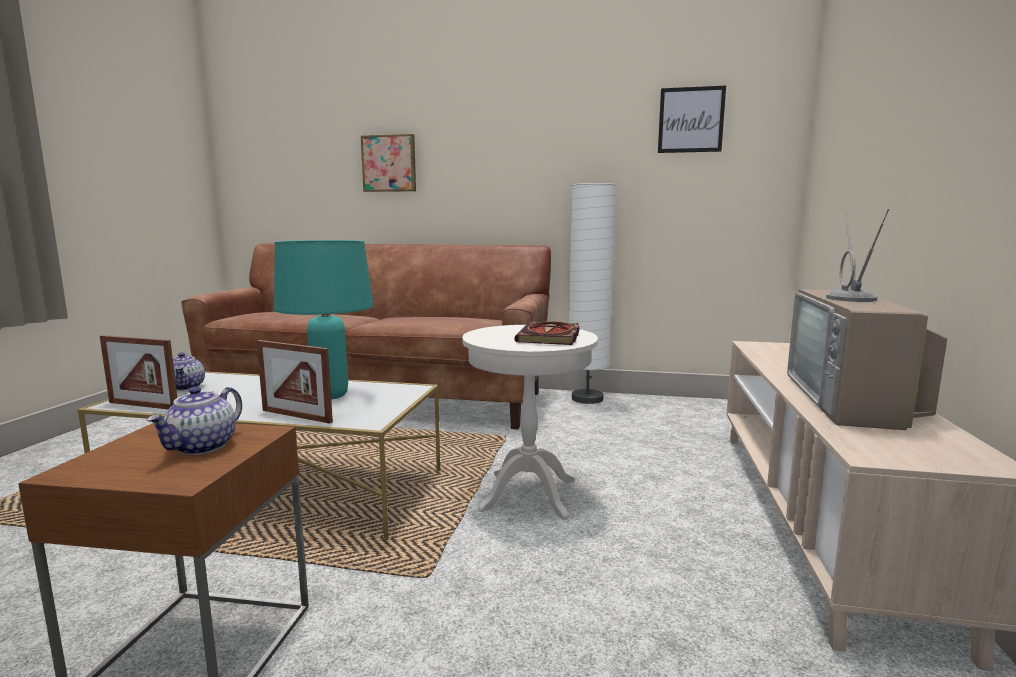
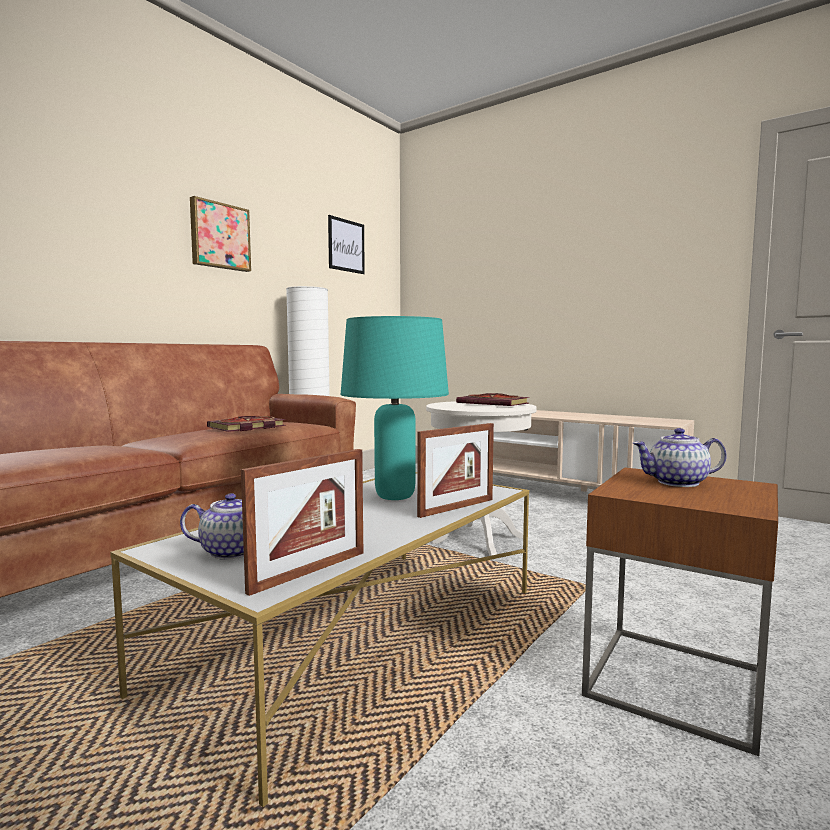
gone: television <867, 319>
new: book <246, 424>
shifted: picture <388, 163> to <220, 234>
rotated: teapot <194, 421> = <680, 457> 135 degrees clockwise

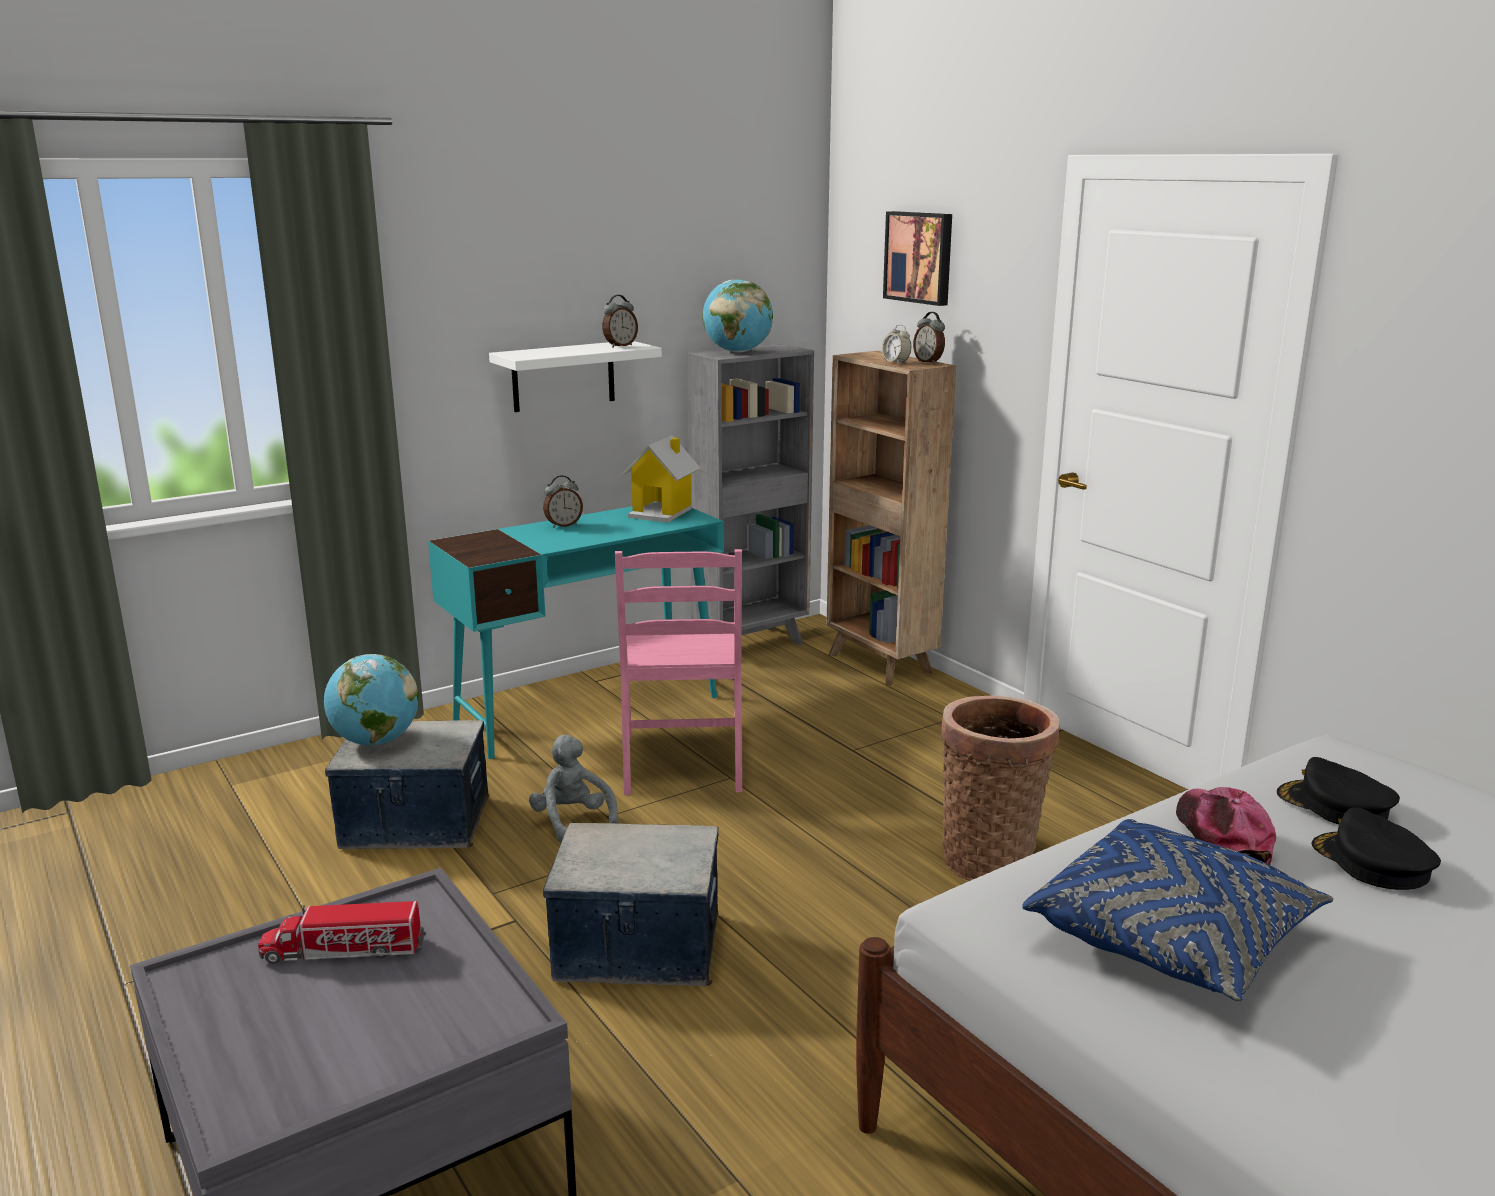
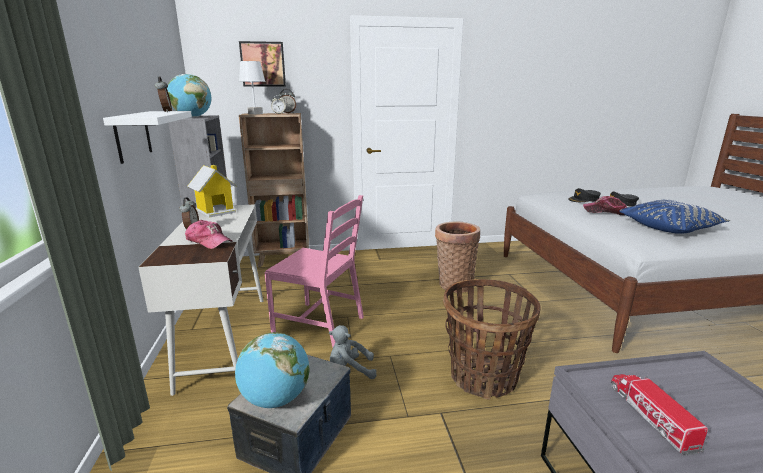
new: cap <209, 234>; table lamp (white) <252, 88>
swapped: storage box <630, 904> to basket <492, 339>
repainted: desk (turquoise) <576, 633> to desk (white) <200, 300>
rotated: toy truck <342, 932> = <659, 414> 150 degrees clockwise

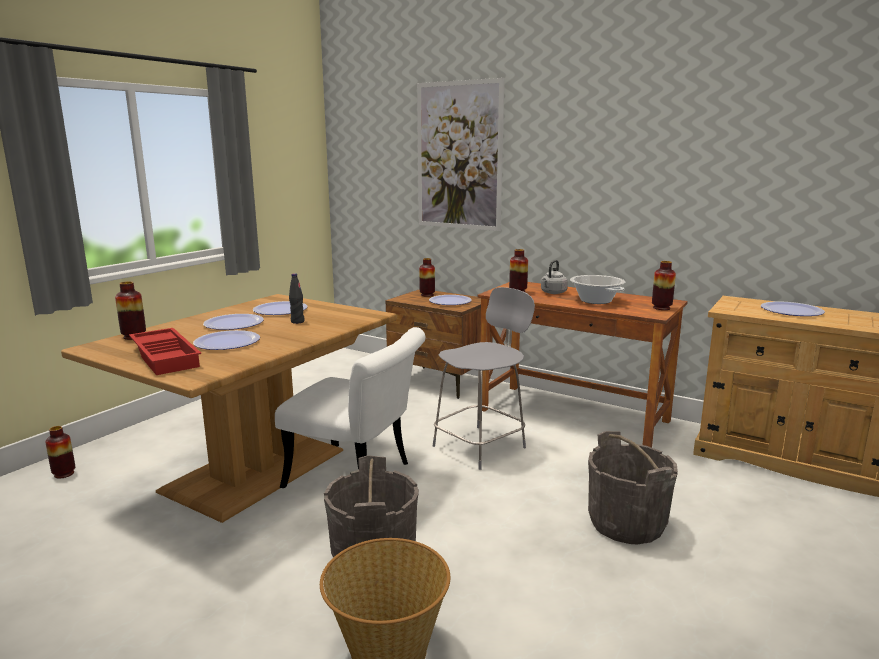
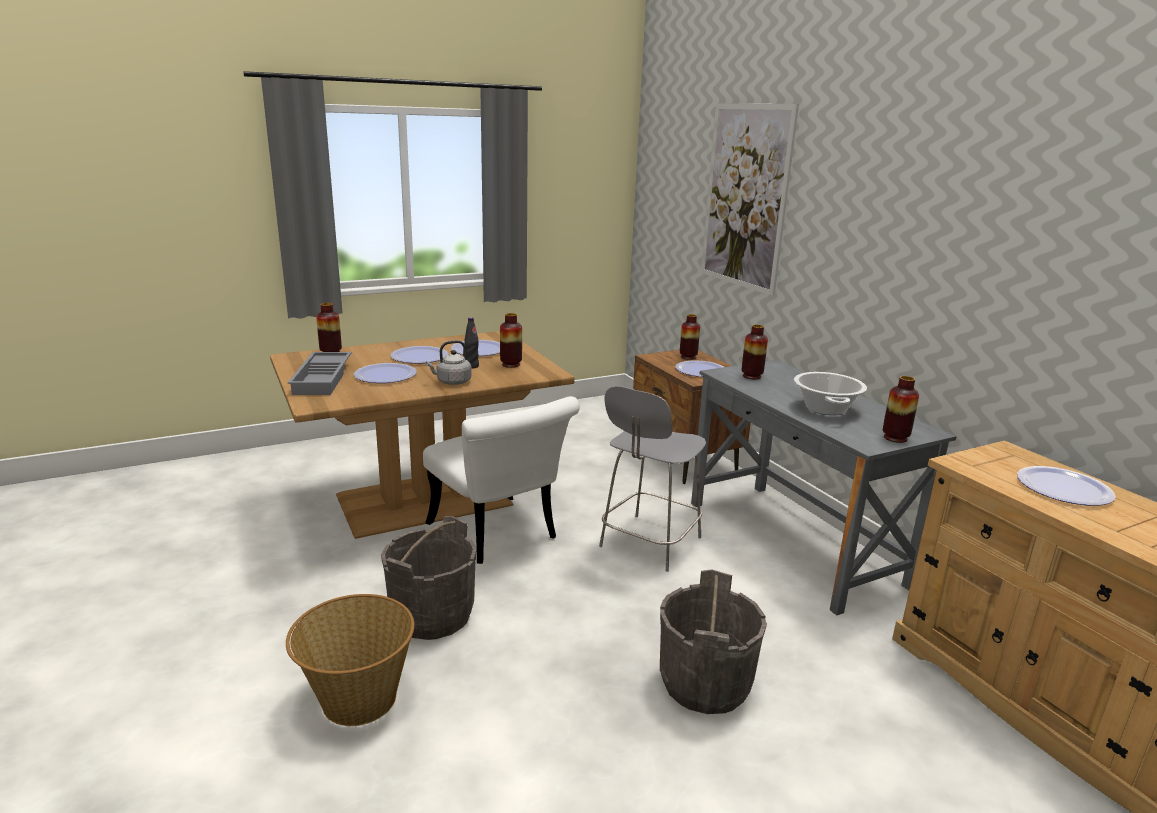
shifted: kettle (grey) <554, 277> to <449, 362>; vase <60, 452> to <511, 340>
repainted: tray (red) <165, 351> to tray (grey) <319, 373>; desk (brown) <582, 365> to desk (grey) <824, 487>
rotated: chair (grey) <484, 378> = <652, 479> 135 degrees clockwise

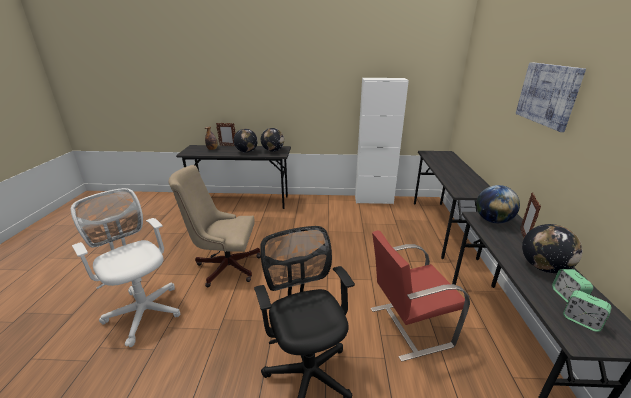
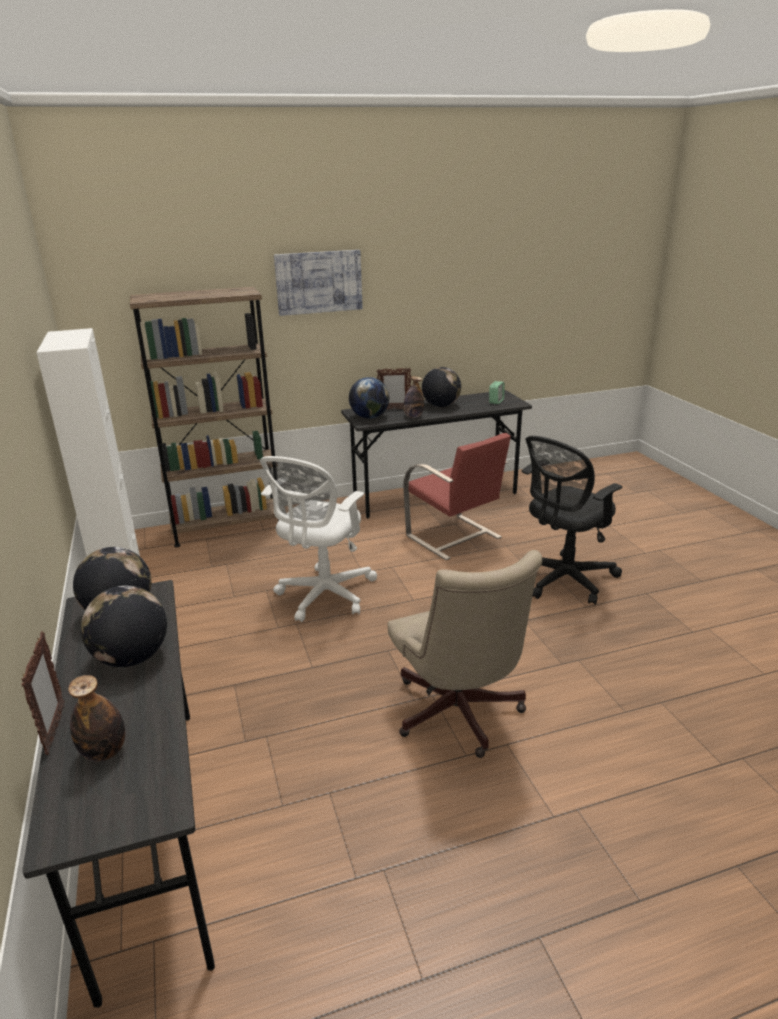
gone: alarm clock <572, 286>
new: bottle <413, 397>
shifted: office chair (white) <125, 267> to <318, 539>
swapped: desk (grey) <452, 205> to bookcase (brown) <204, 417>

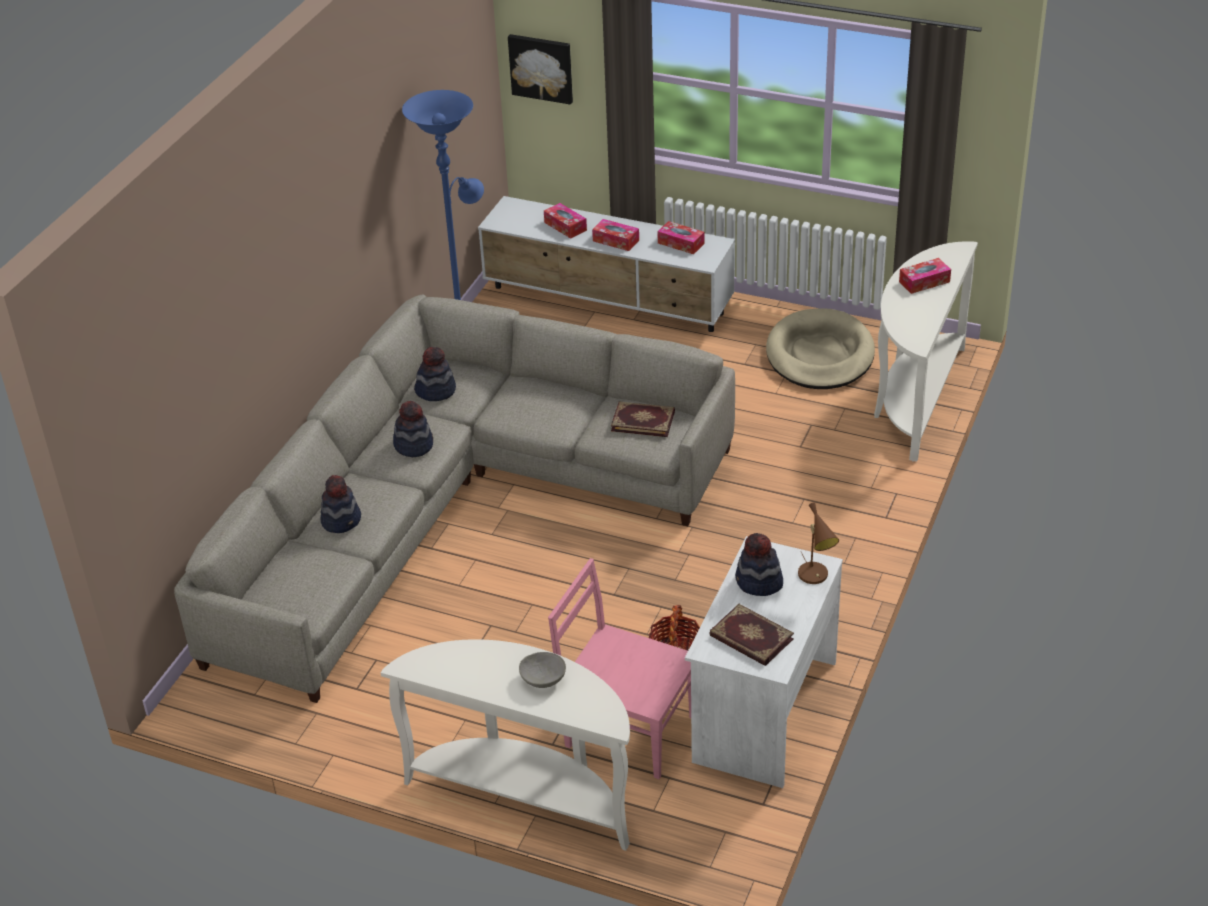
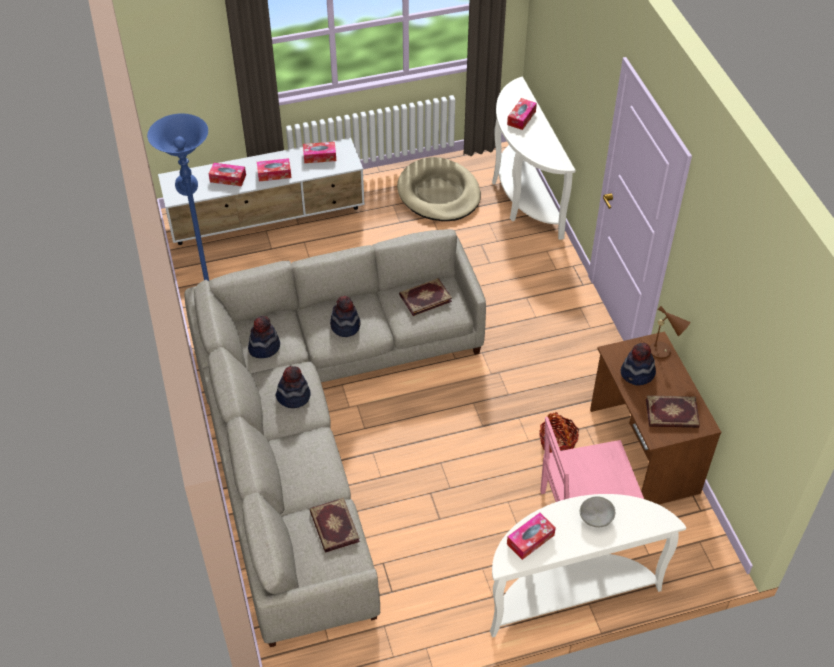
gone: picture <540, 69>
new: book <335, 525>; tissue box <531, 536>
shifted: hat <341, 504> to <345, 316>
repainted: desk (white) <764, 662> to desk (brown) <655, 418>

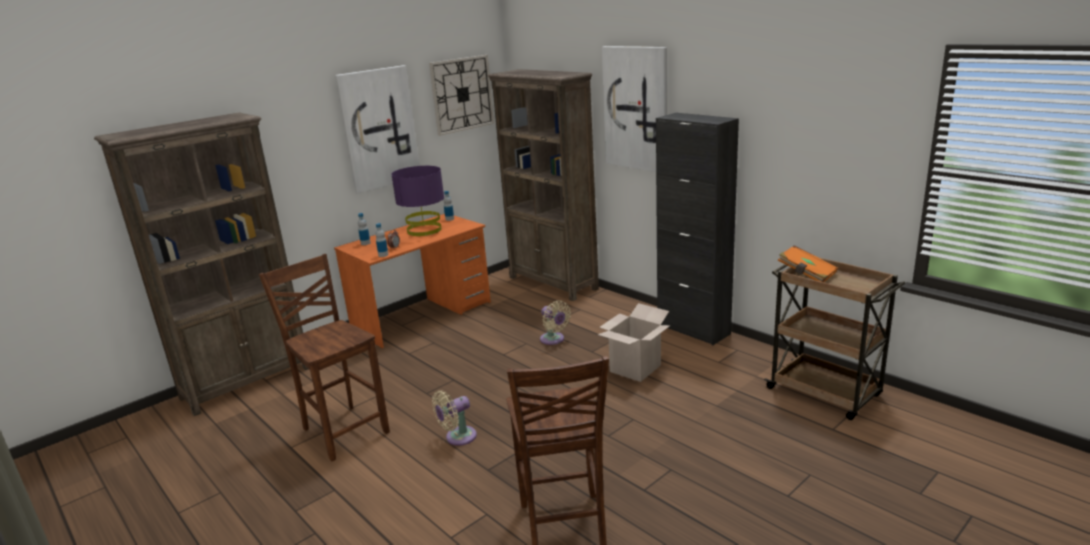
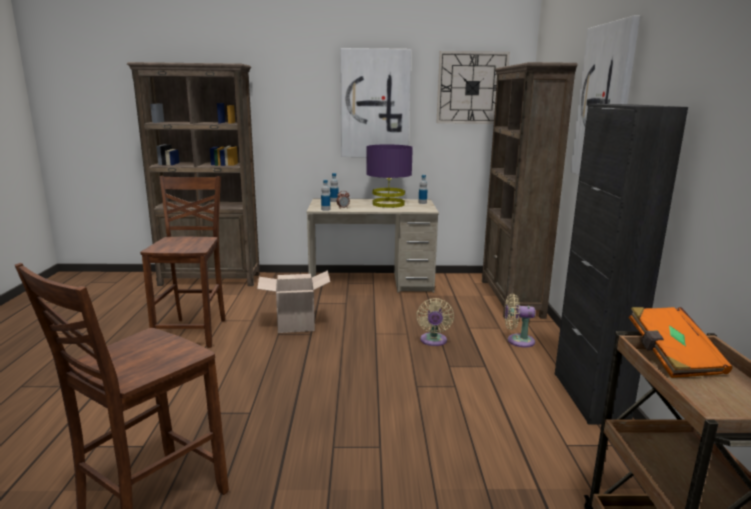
shifted: cardboard box <634, 342> to <293, 301>; fan (beige) <454, 418> to <520, 320>
repainted: desk (orange) <412, 281> to desk (beige) <372, 245>

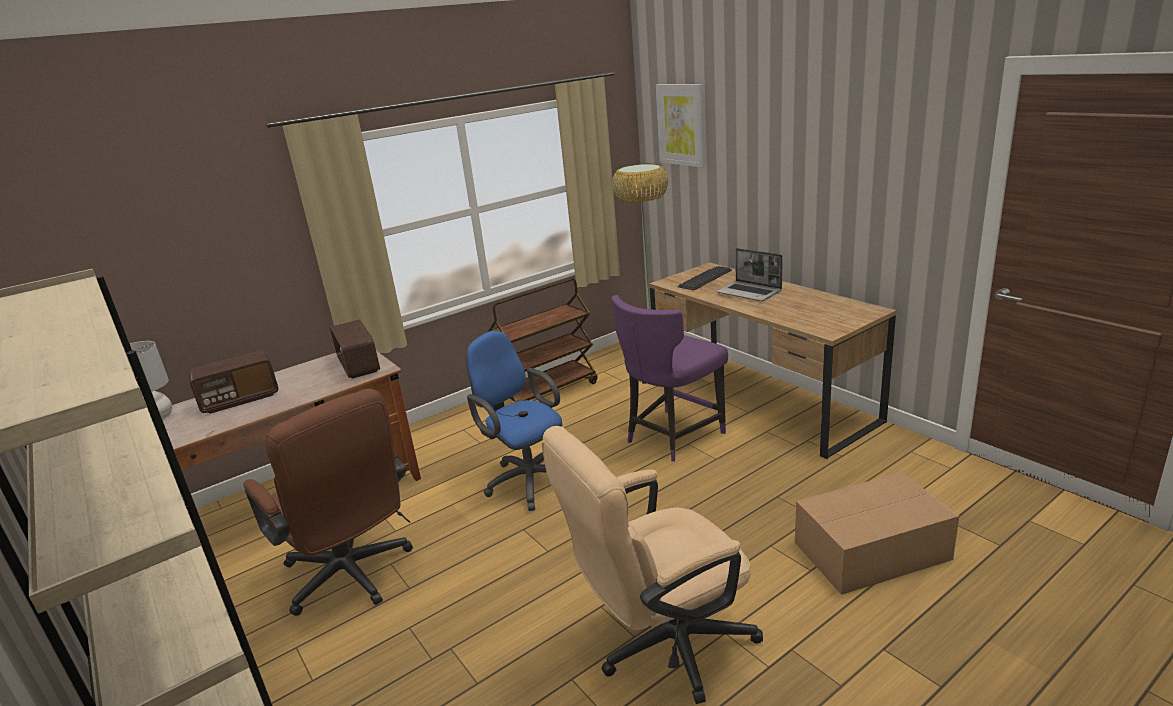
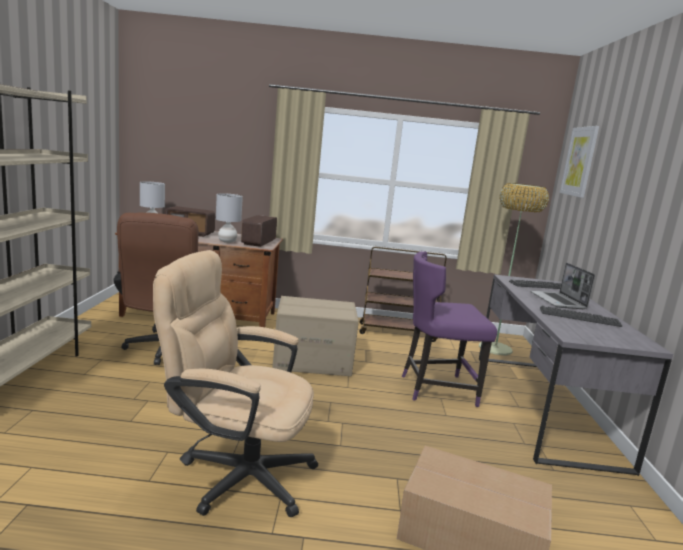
new: table lamp (grey) <229, 218>; keyboard <581, 316>
swapped: office chair (blue) <514, 420> to cardboard box <315, 336>
repainted: desk (brown) <772, 360> to desk (grey) <576, 375>

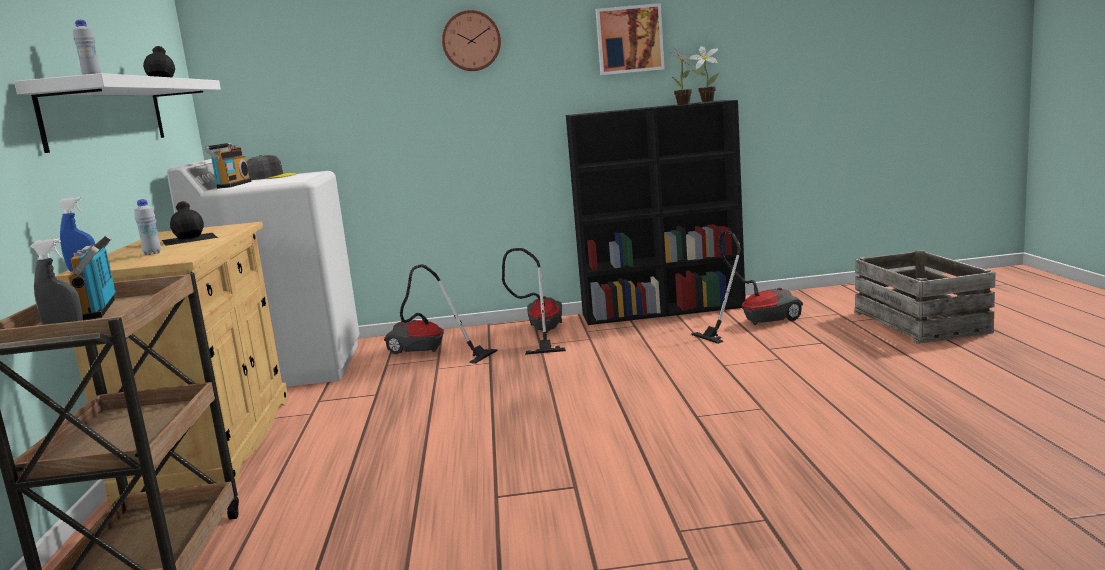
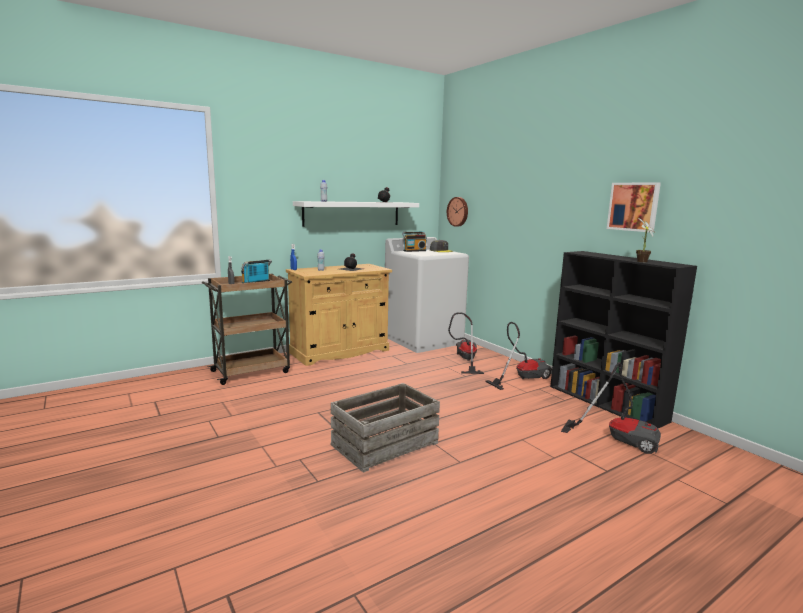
gone: potted plant <704, 74>
shifted: crate <925, 297> to <385, 428>; wall clock <471, 40> to <457, 212>

